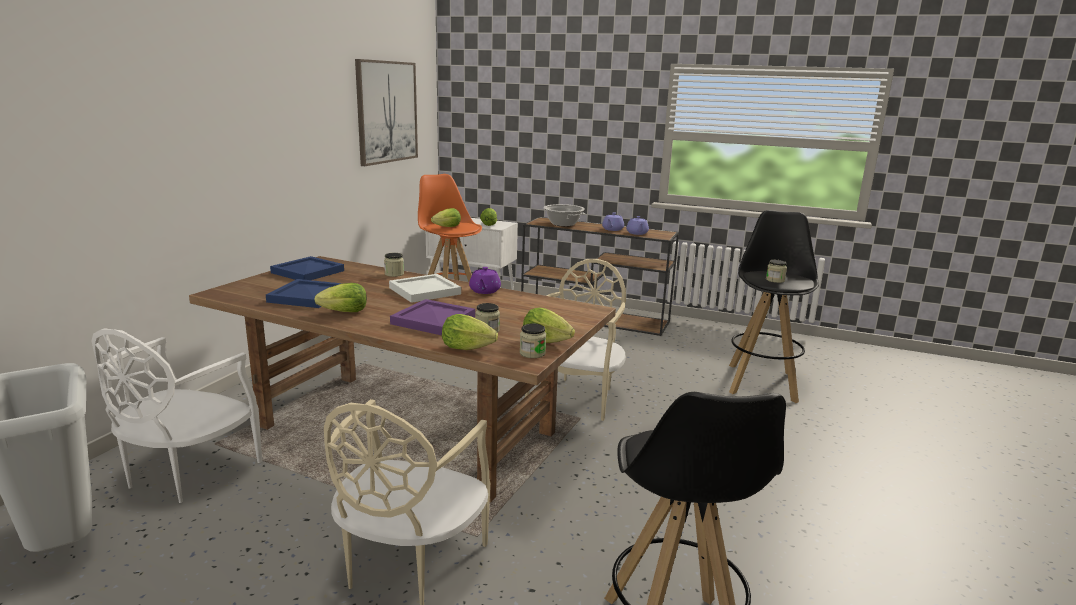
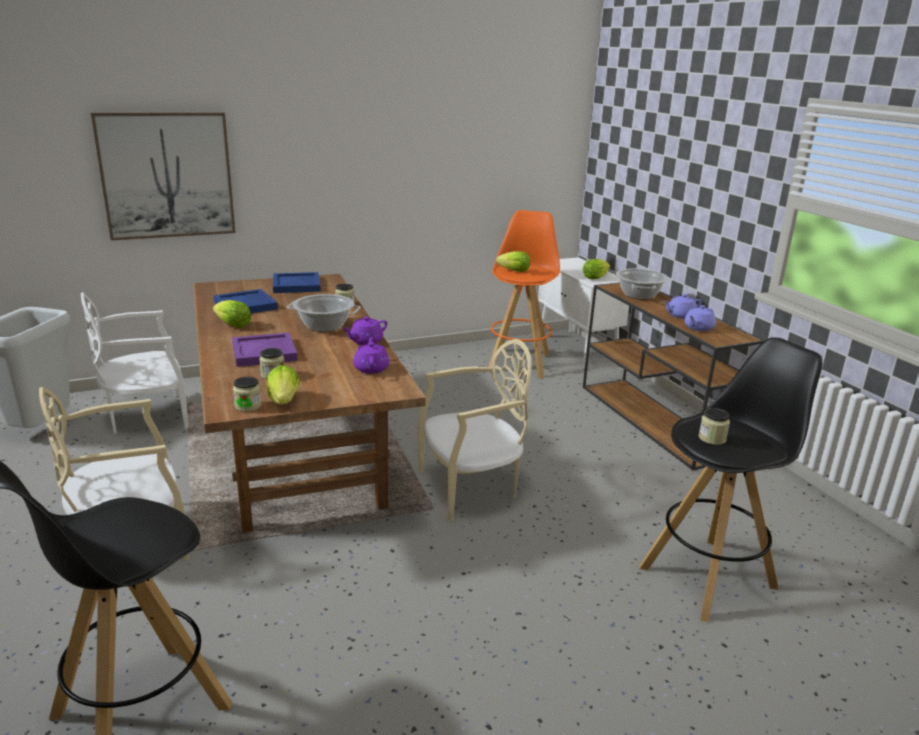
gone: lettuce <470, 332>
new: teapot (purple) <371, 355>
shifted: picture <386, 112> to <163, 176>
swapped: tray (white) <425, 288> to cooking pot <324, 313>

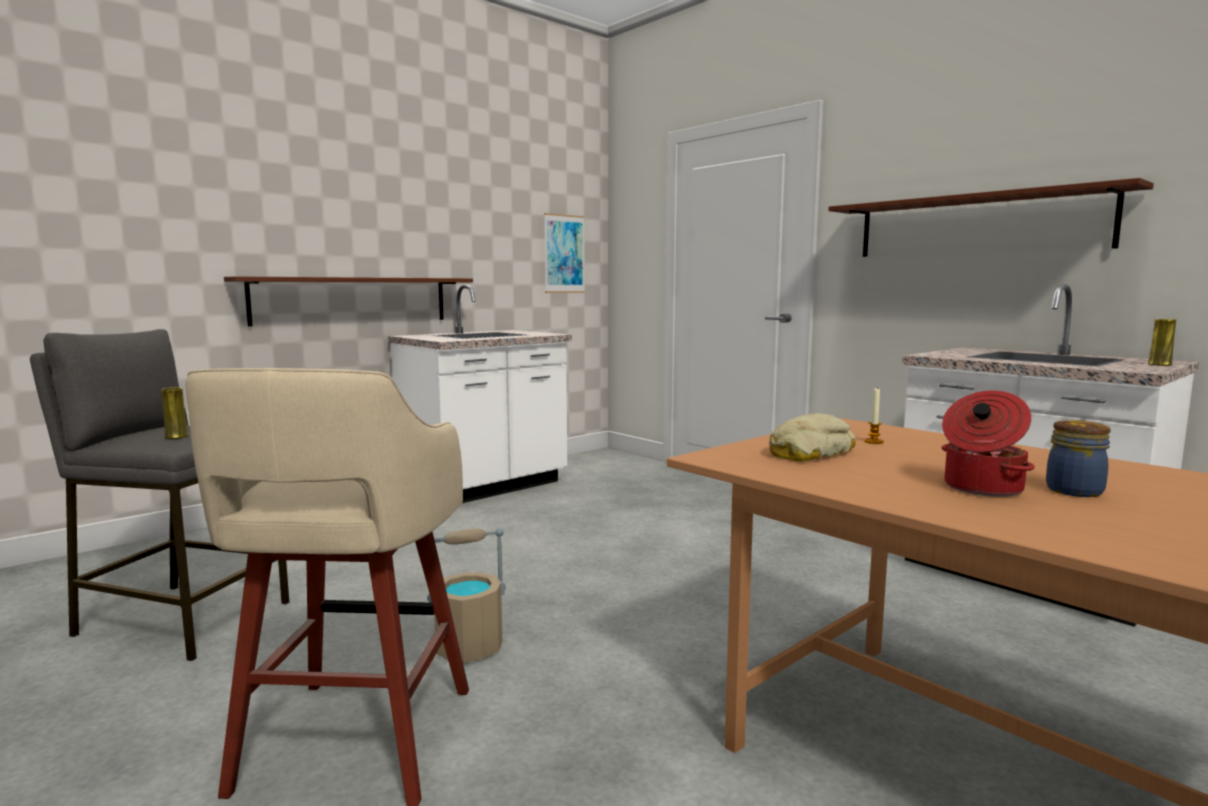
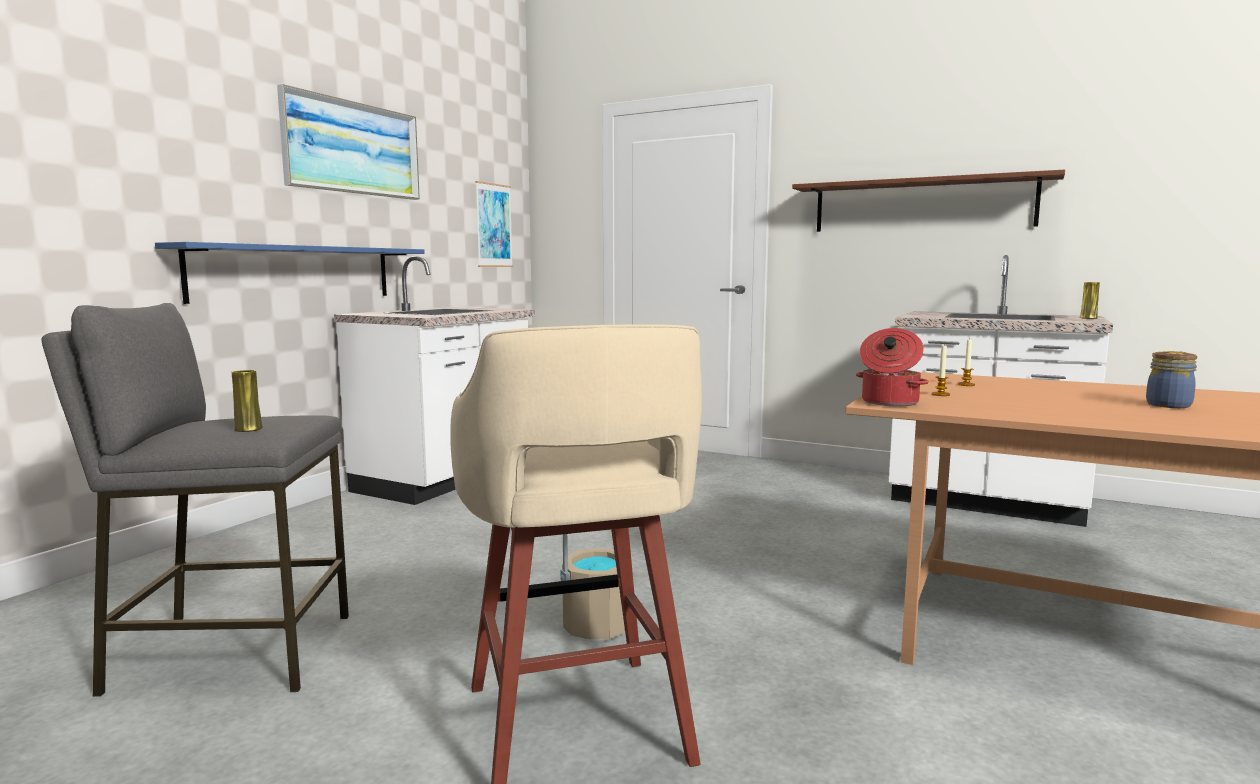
new: picture <348, 142>
shifted: cooking pot <988, 443> to <892, 367>
swapped: bread <812, 437> to candle <941, 370>
repainted: shelf (brown) <348, 301> to shelf (blue) <290, 273>

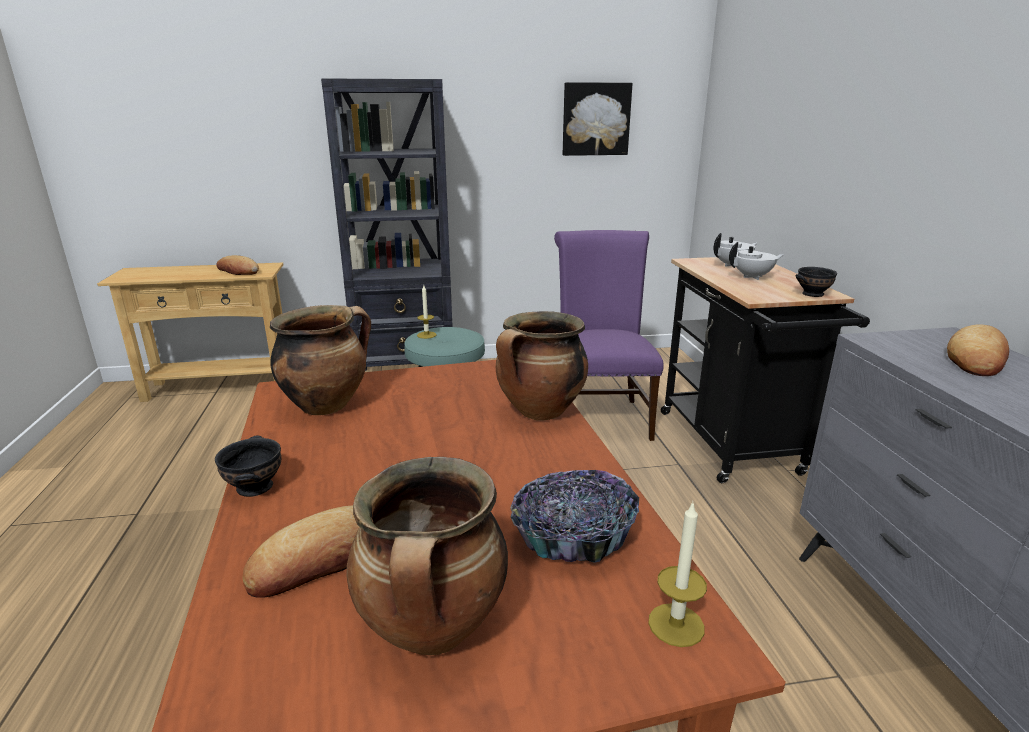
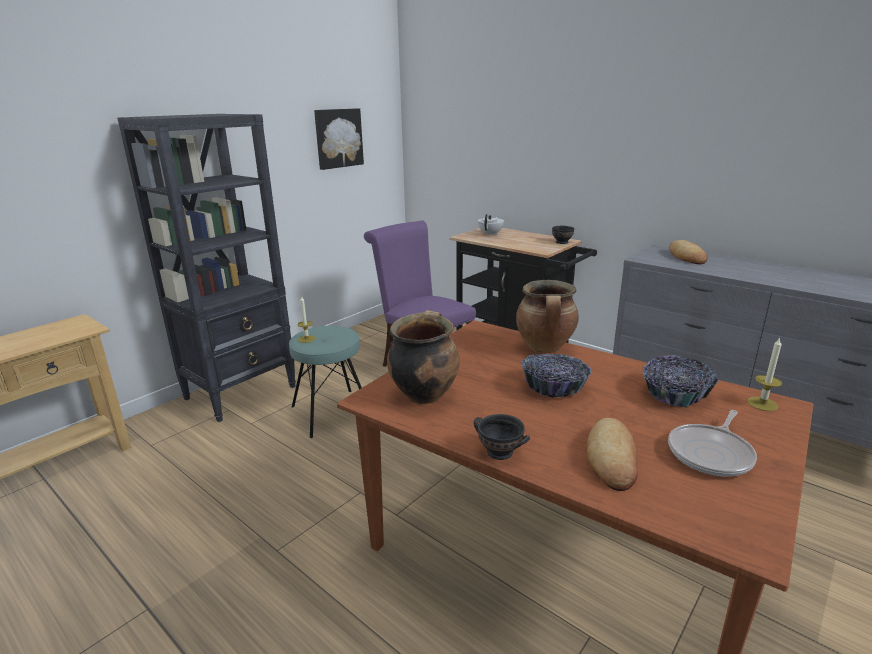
gone: bread <237, 265>; teapot (white) <756, 261>
new: bowl <556, 376>
swapped: cooking pot <427, 556> to frying pan <712, 443>

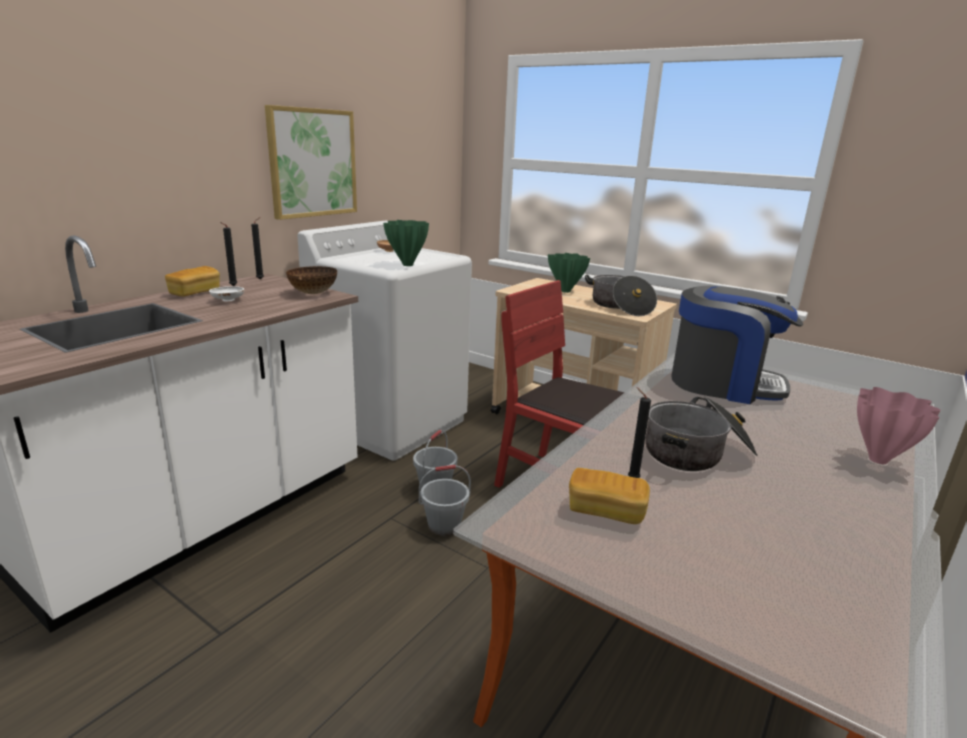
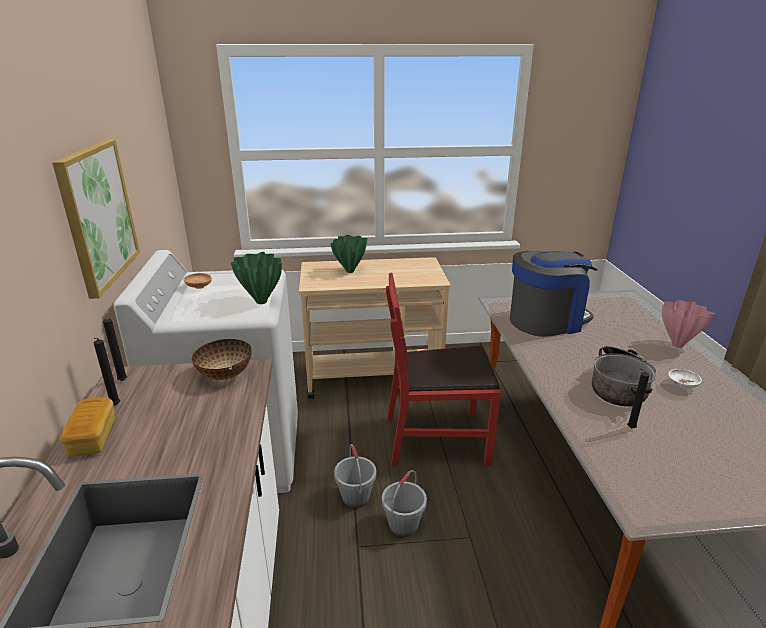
gone: bread <609, 496>; cooking pot <621, 295>
shifted: bowl (white) <226, 293> to <685, 378>

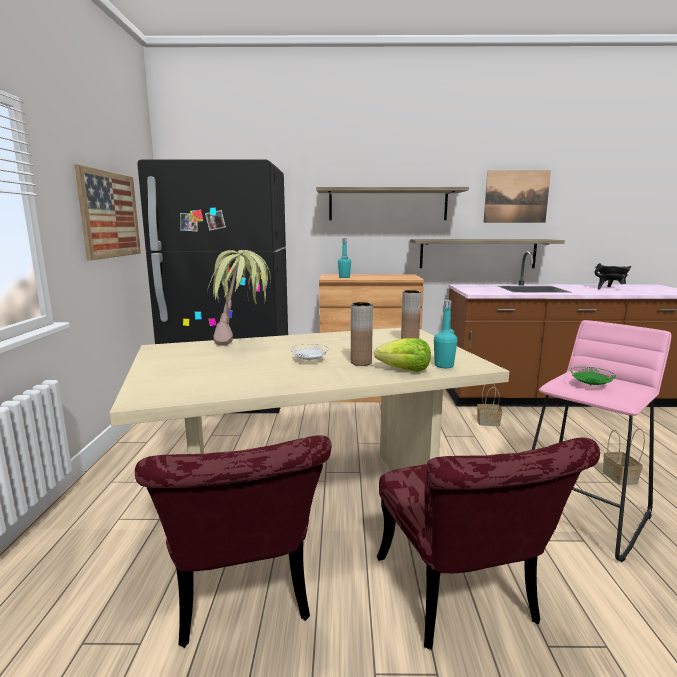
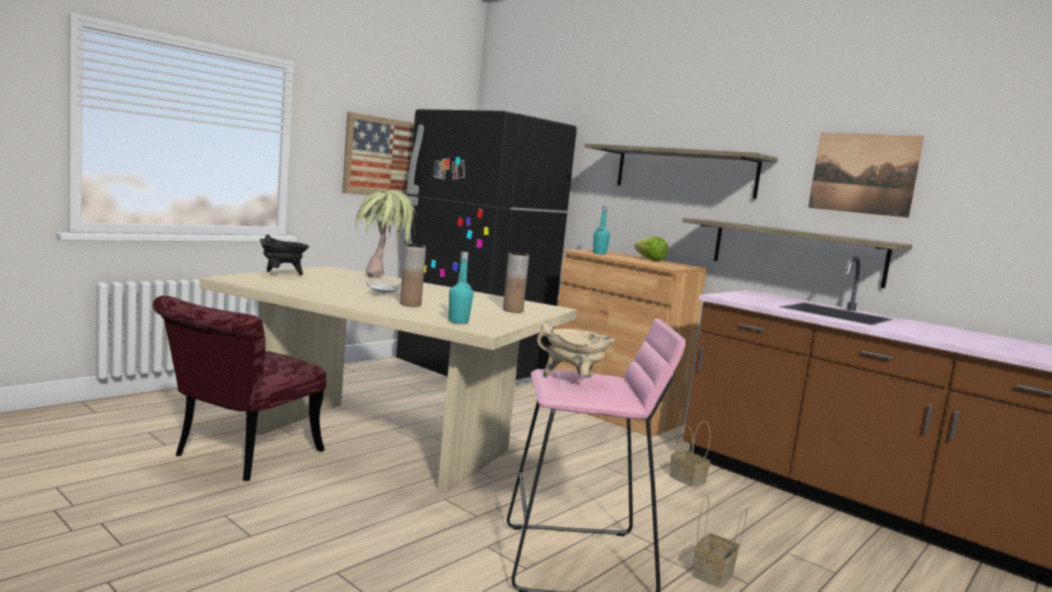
gone: chair (red) <488, 543>
shifted: cooking pot (black) <613, 276> to <284, 254>; lettuce <402, 355> to <651, 249>
swapped: plate (green) <593, 376> to cooking pot (beige) <576, 350>

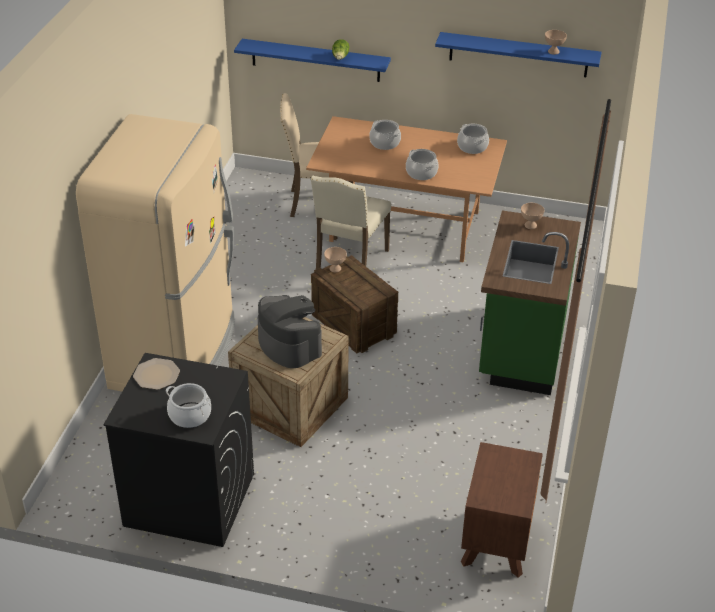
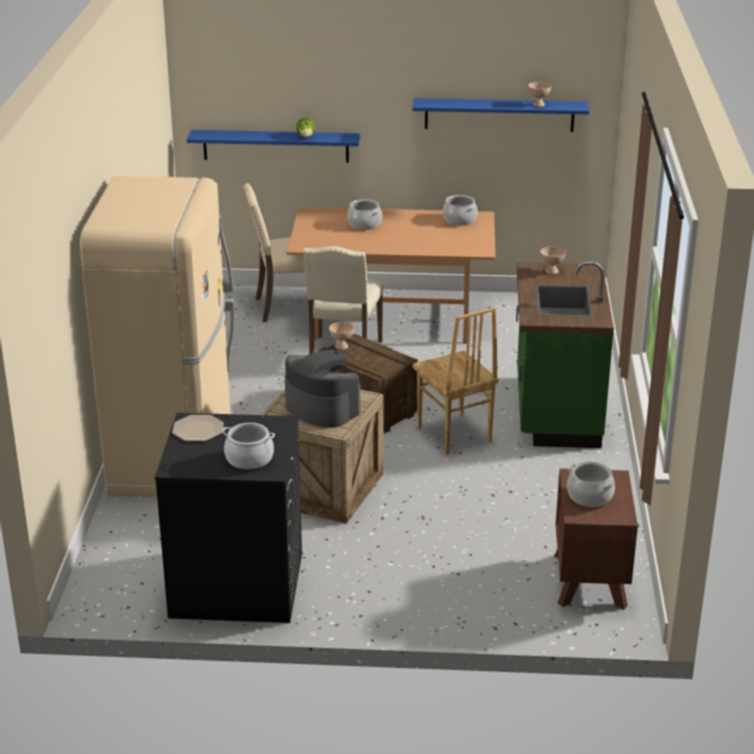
new: chair (brown) <456, 381>
shifted: cooking pot <422, 164> to <591, 484>

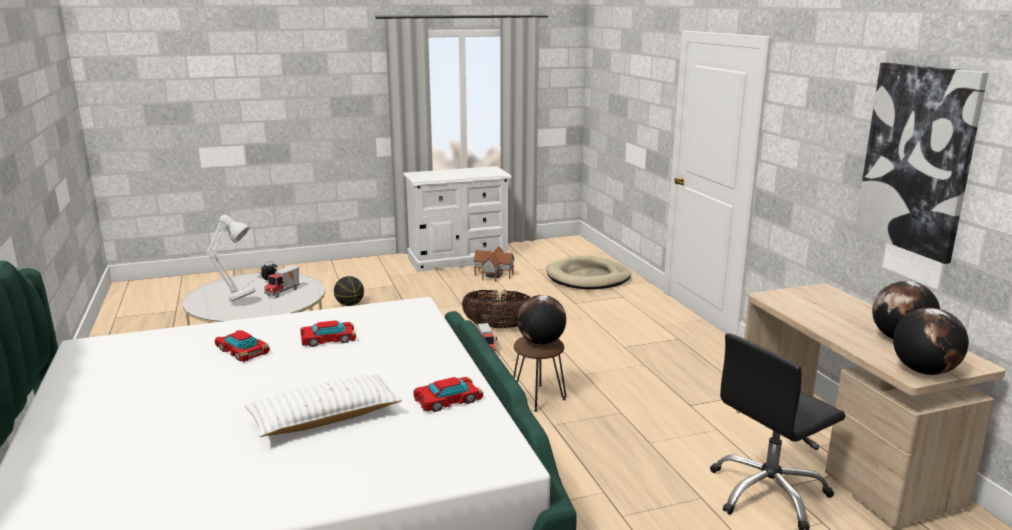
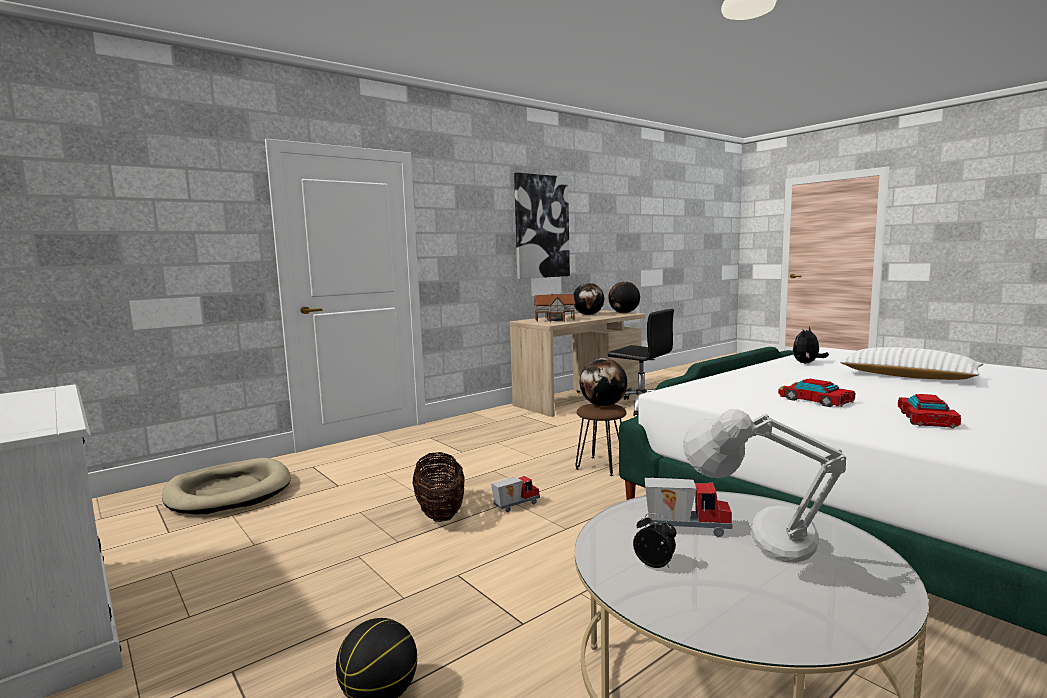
shifted: toy house <494, 264> to <555, 308>
swapped: toy car <448, 394> to plush toy <811, 345>

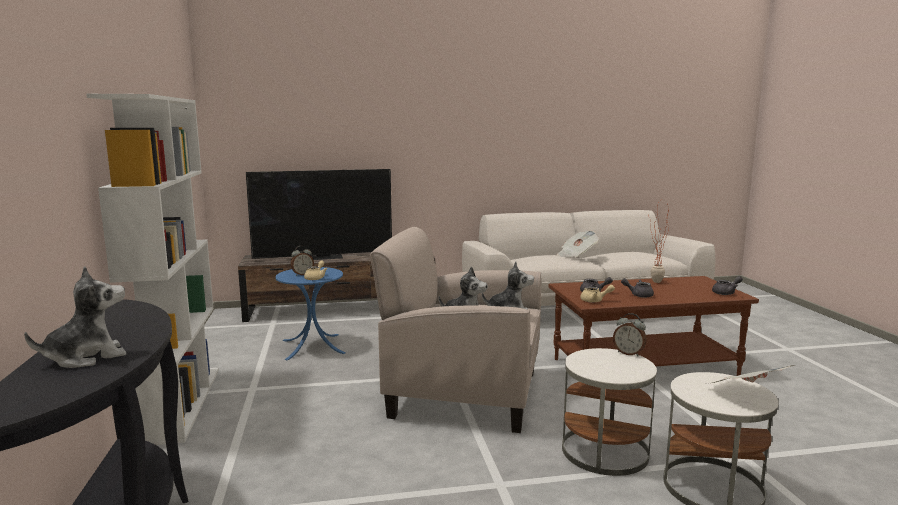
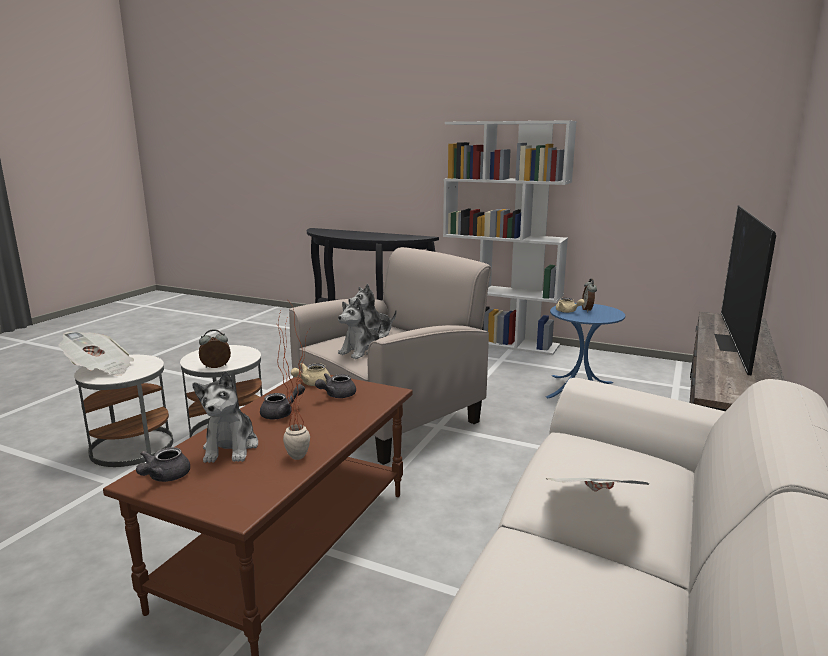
shifted: plush toy <75, 317> to <225, 417>

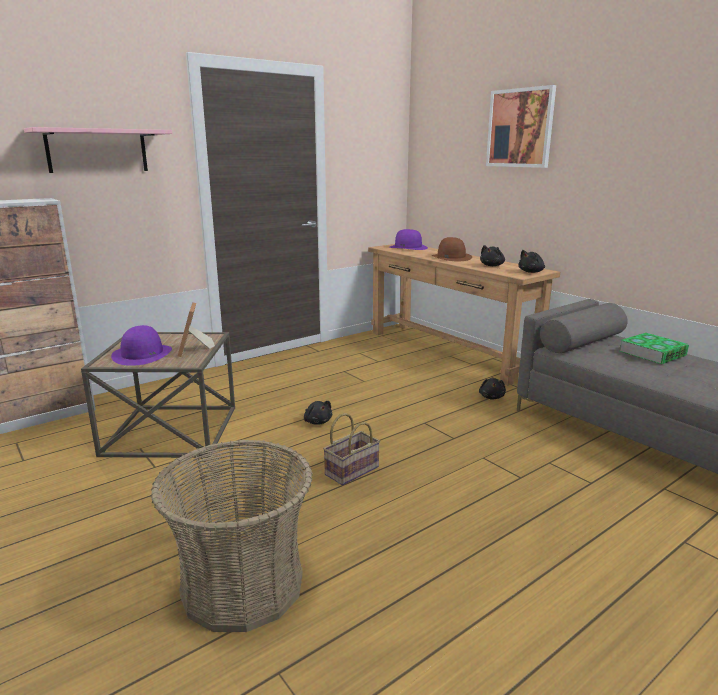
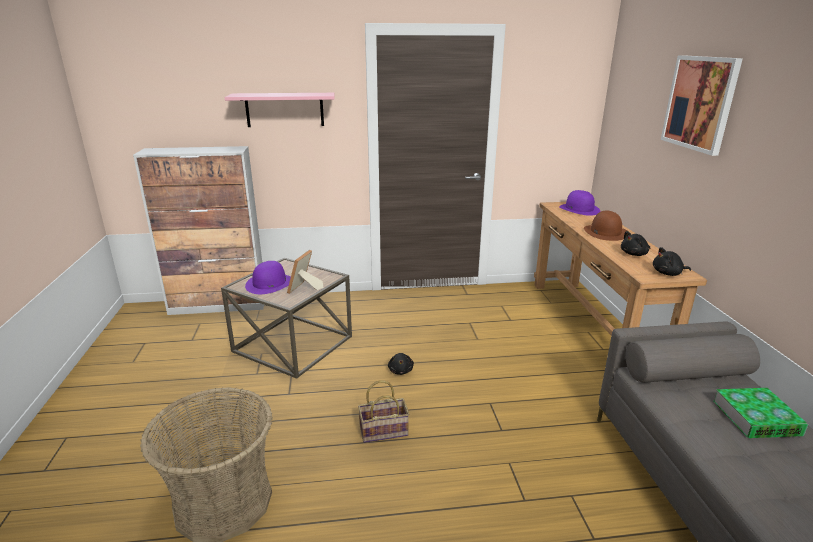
gone: plush toy (black) <492, 388>

